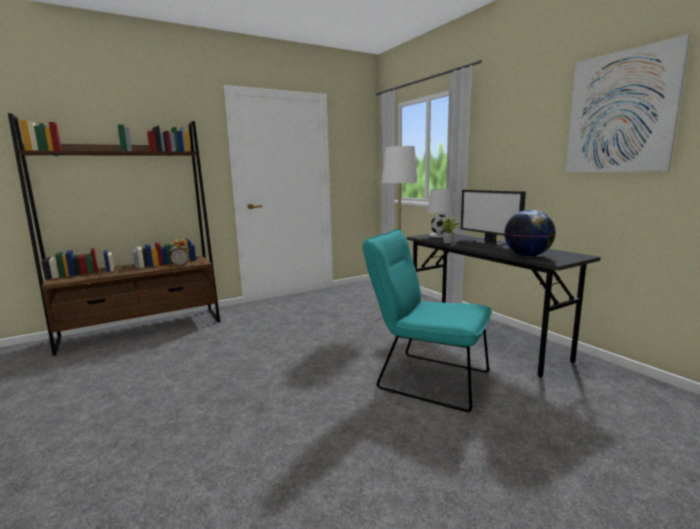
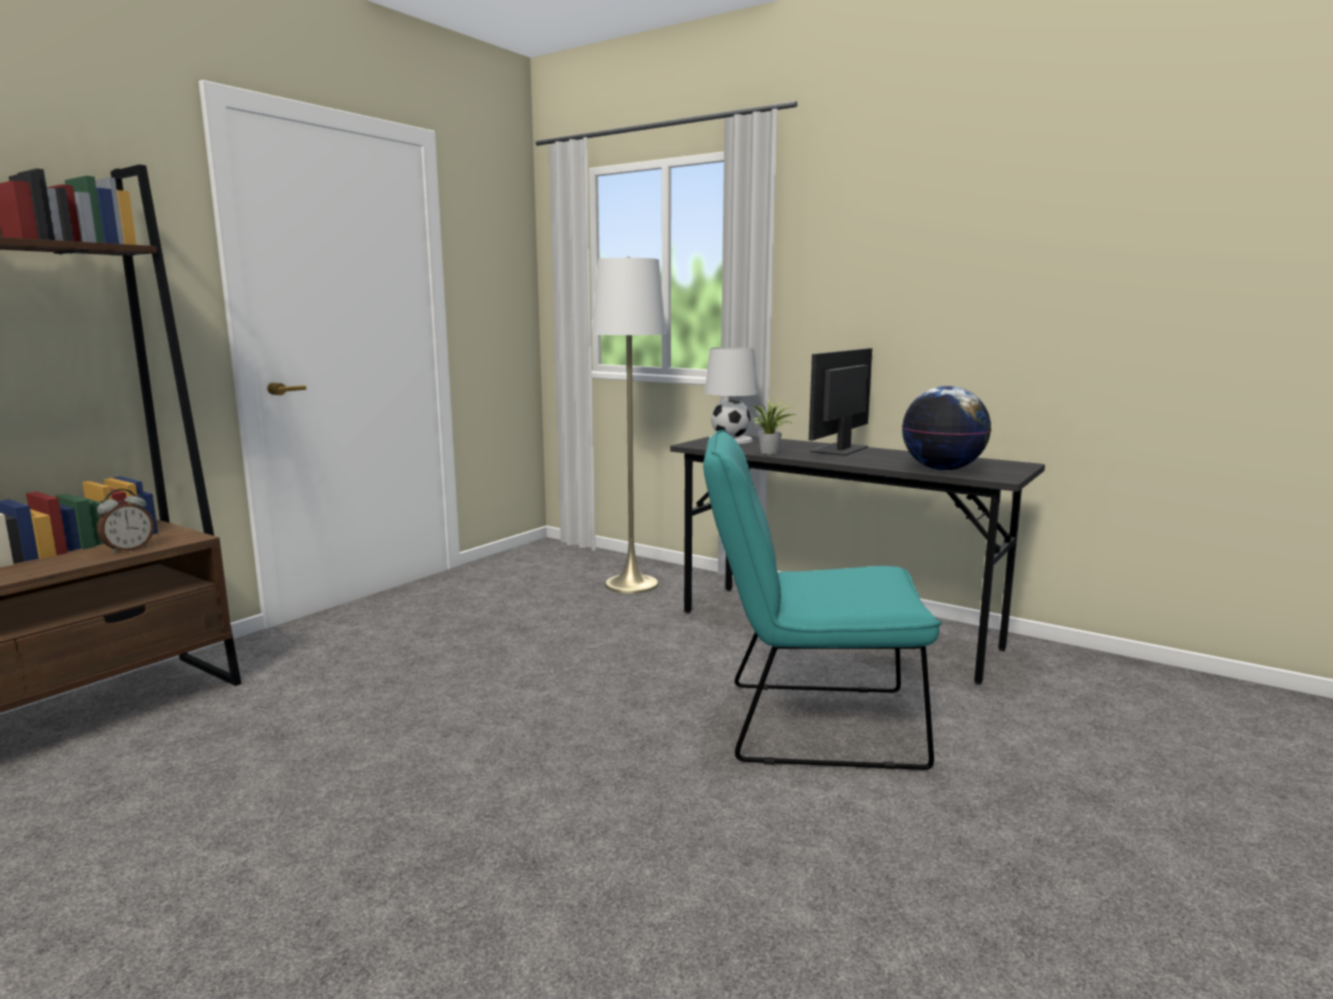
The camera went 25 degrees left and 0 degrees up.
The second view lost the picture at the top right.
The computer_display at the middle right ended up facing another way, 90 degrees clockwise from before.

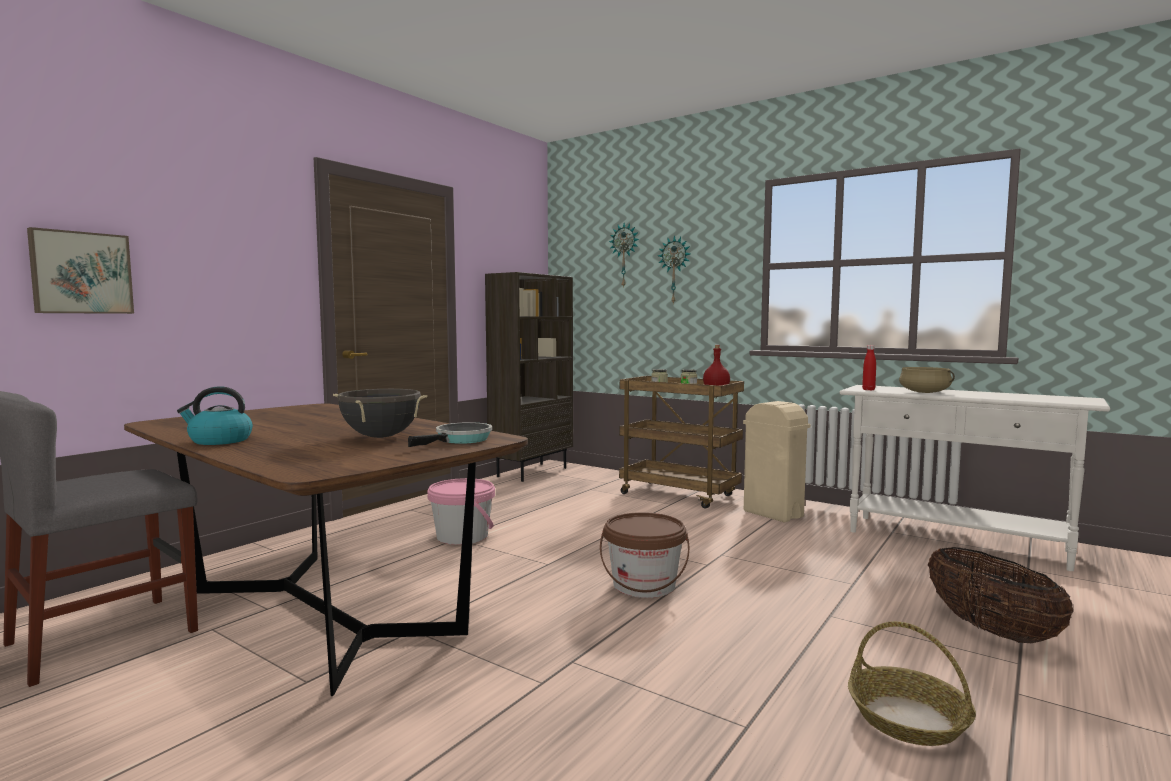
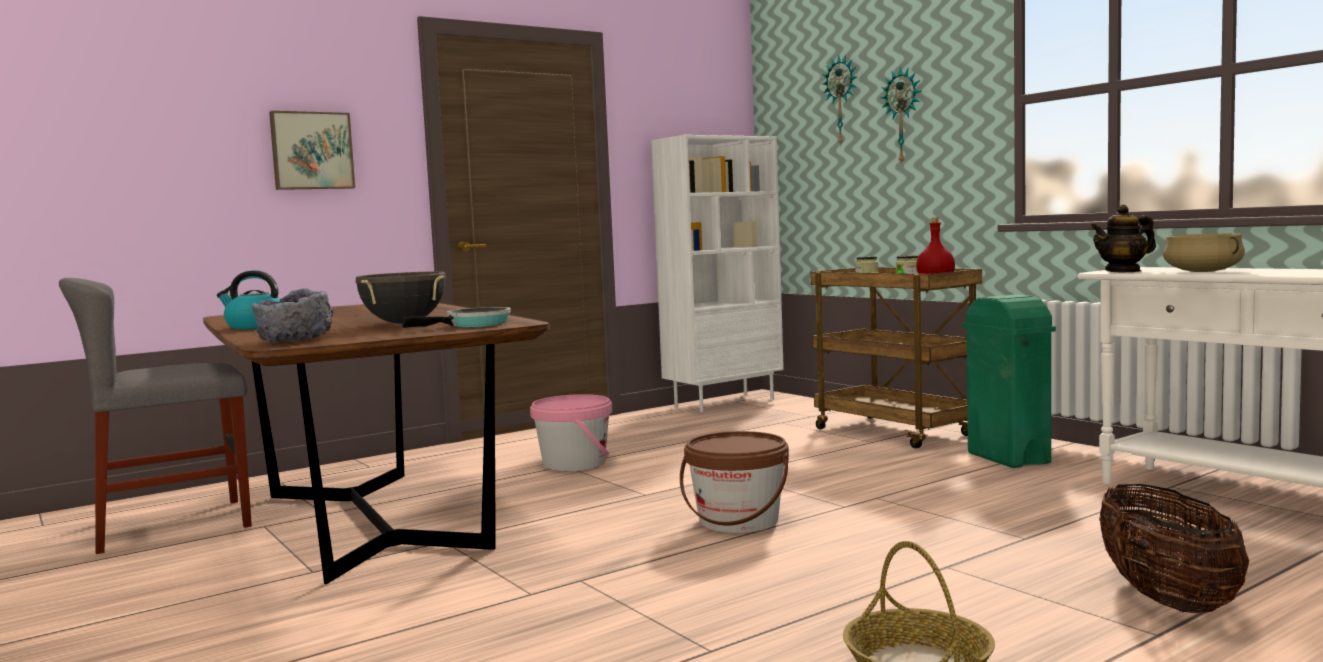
The camera went 20 degrees right and 0 degrees up.
The second view gained the greyish_serving_bowl at the middle left.
The picture ended up elsewhere, having gone from the middle left to the top left.
Where the red_drink_bottle (2nd from left) stood at the middle right, the tea_pot came to stand at the middle right.
What was the brownish_shelving_unit at the centre turned into the whitish_shelving_unit at the centre.
What was the beige_waste_bin at the centre turned into the green_waste_bin at the middle right.

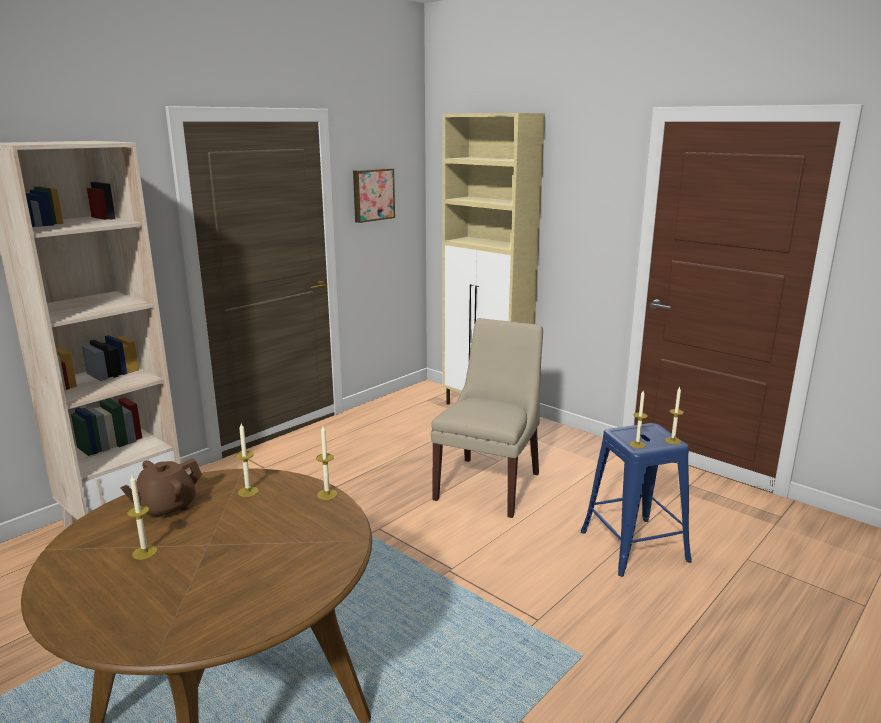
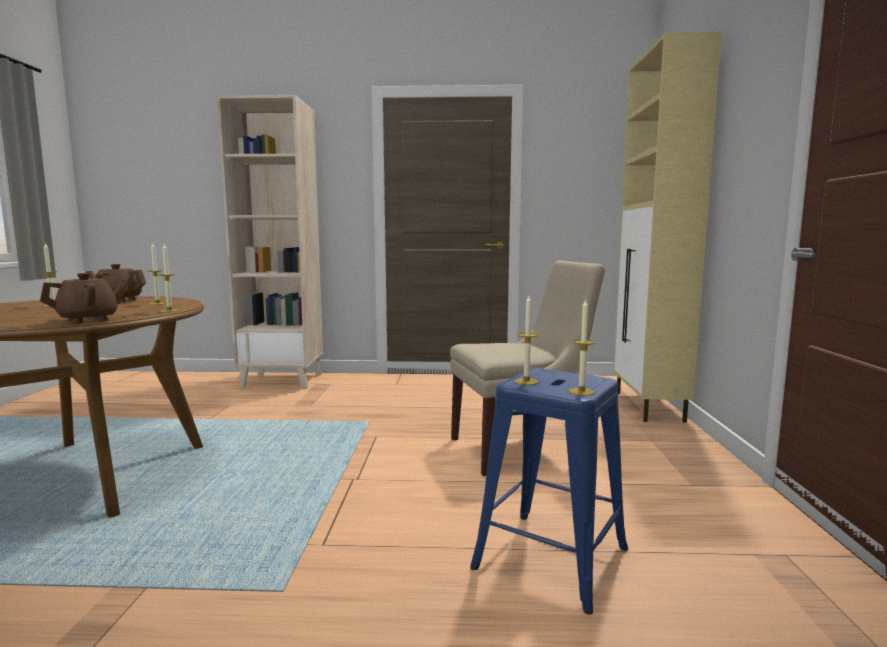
The camera went 50 degrees right and 10 degrees down.
The second view lost the picture at the top centre.
The second view gained the brownish_tea_pot (1st from left) at the middle left.

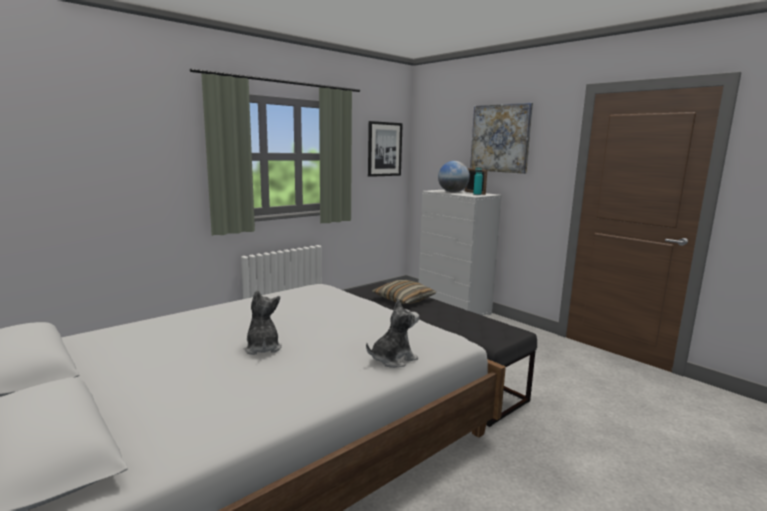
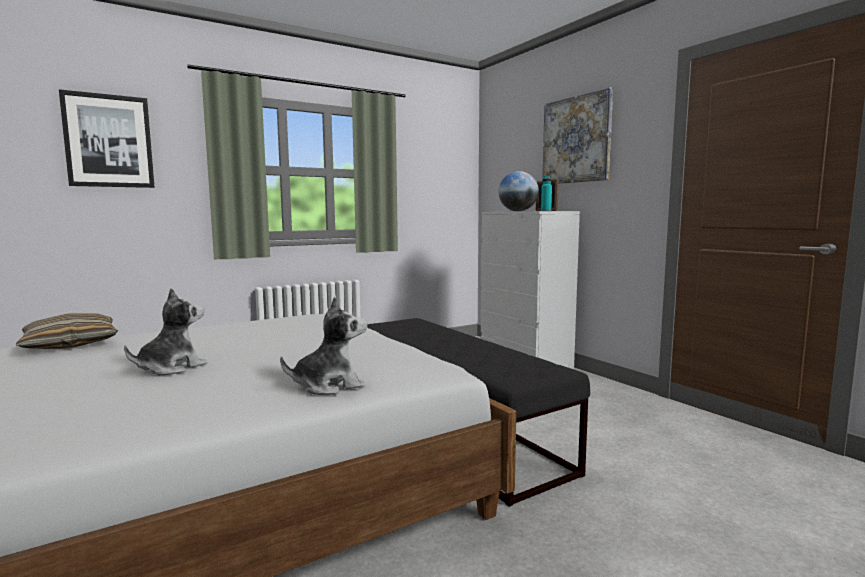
The camera went 10 degrees right and 5 degrees down.
The picture (1st from left) ended up elsewhere, having gone from the top centre to the top left.
The throw_pillow ended up elsewhere, having gone from the centre to the middle left.
The plush_toy (1st from left) at the centre ended up facing another way, 45 degrees clockwise from before.

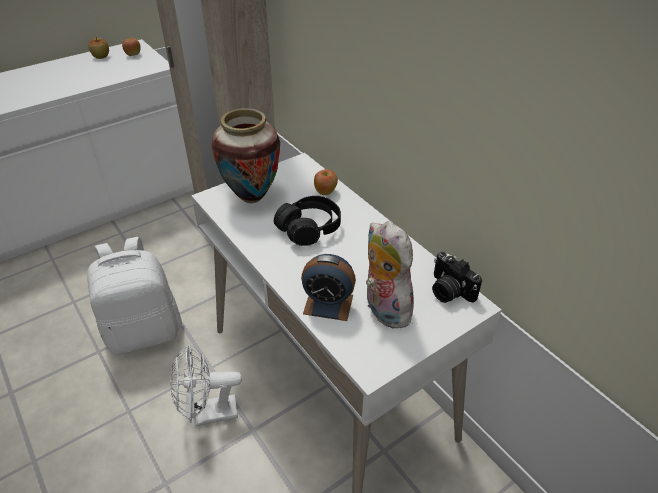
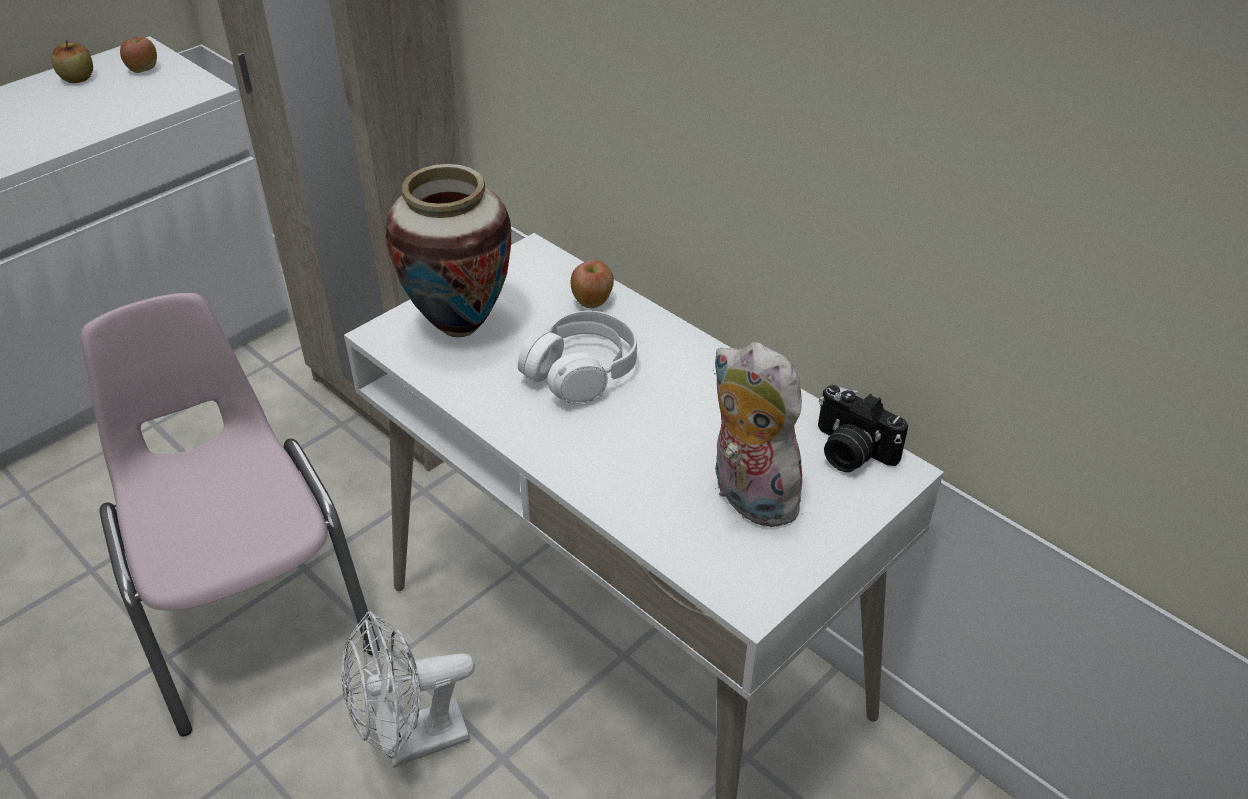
The camera went 10 degrees left and 0 degrees up.
The second view lost the bedside_clock at the centre.
Where the whitish_backpack stood at the middle left, the pink_chair came to stand at the middle left.
What was the black_pair_of_headphones at the centre turned into the whitish_pair_of_headphones at the centre.

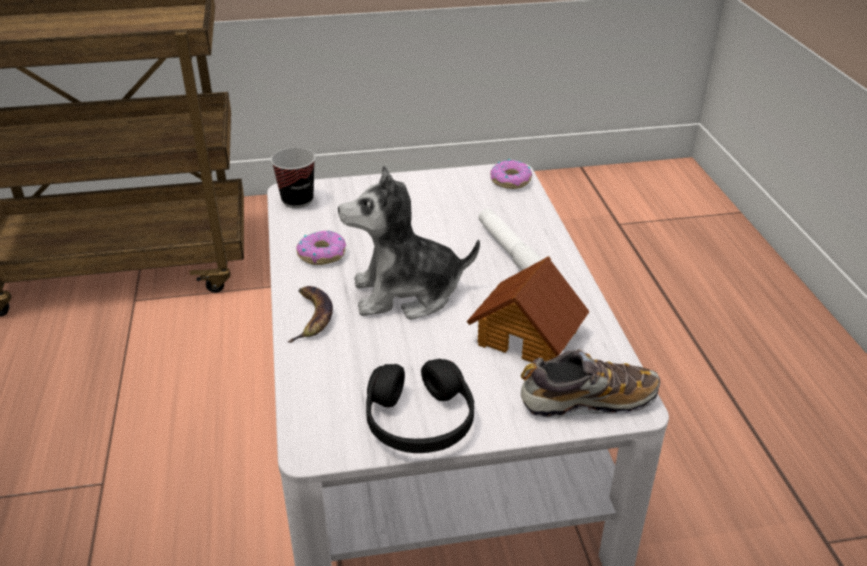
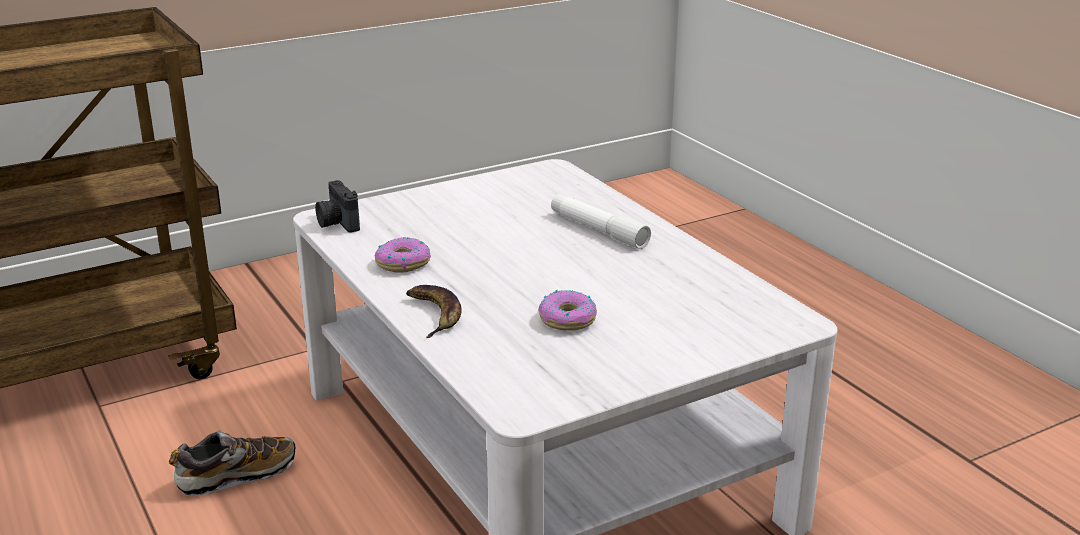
The camera went 20 degrees left and 10 degrees down.
The second view lost the plush_toy at the centre.
The second view lost the black_pair_of_headphones at the bottom centre.
The second view lost the miniature_house at the centre.
The doughnut (2nd from left) ended up elsewhere, having gone from the top centre to the centre.
The item_of_footwear ended up elsewhere, having gone from the bottom right to the bottom left.
Where the small_cup stood at the top centre, the photo_camera came to stand at the middle left.

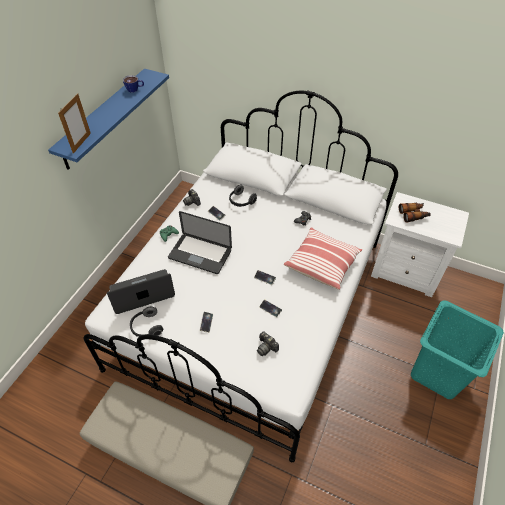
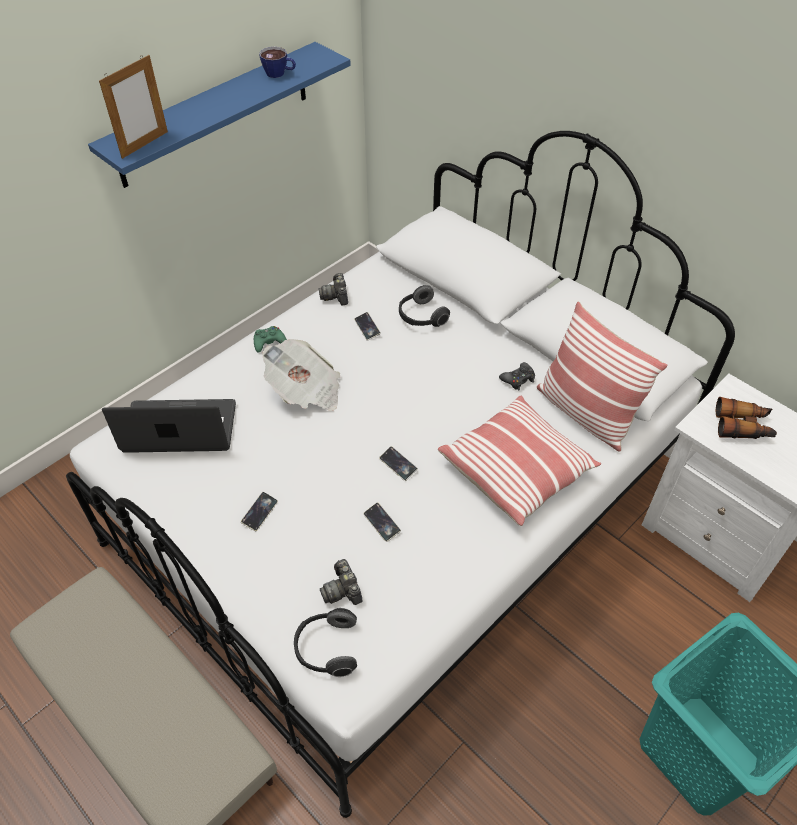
The camera went 20 degrees right and 0 degrees up.
The second view gained the throw_pillow (2nd from left) at the middle right.
The pair_of_headphones (1st from left) ended up elsewhere, having gone from the middle left to the bottom centre.
Where the notebook_computer (2nd from left) stood at the centre, the daily_paper came to stand at the centre.

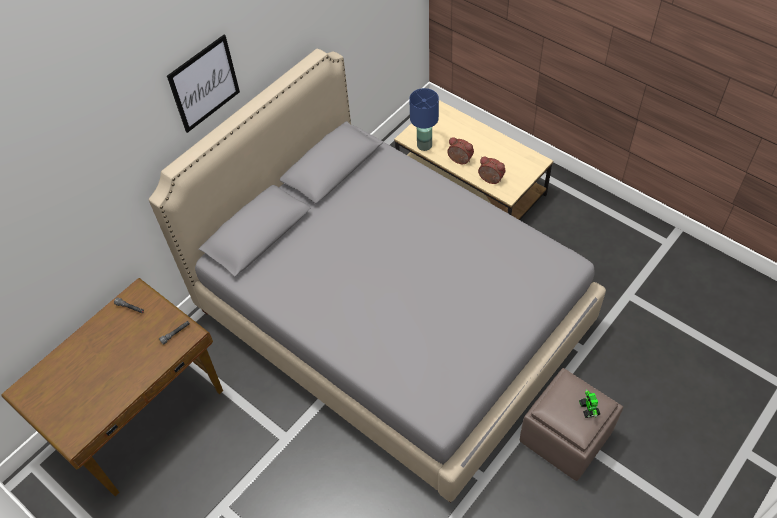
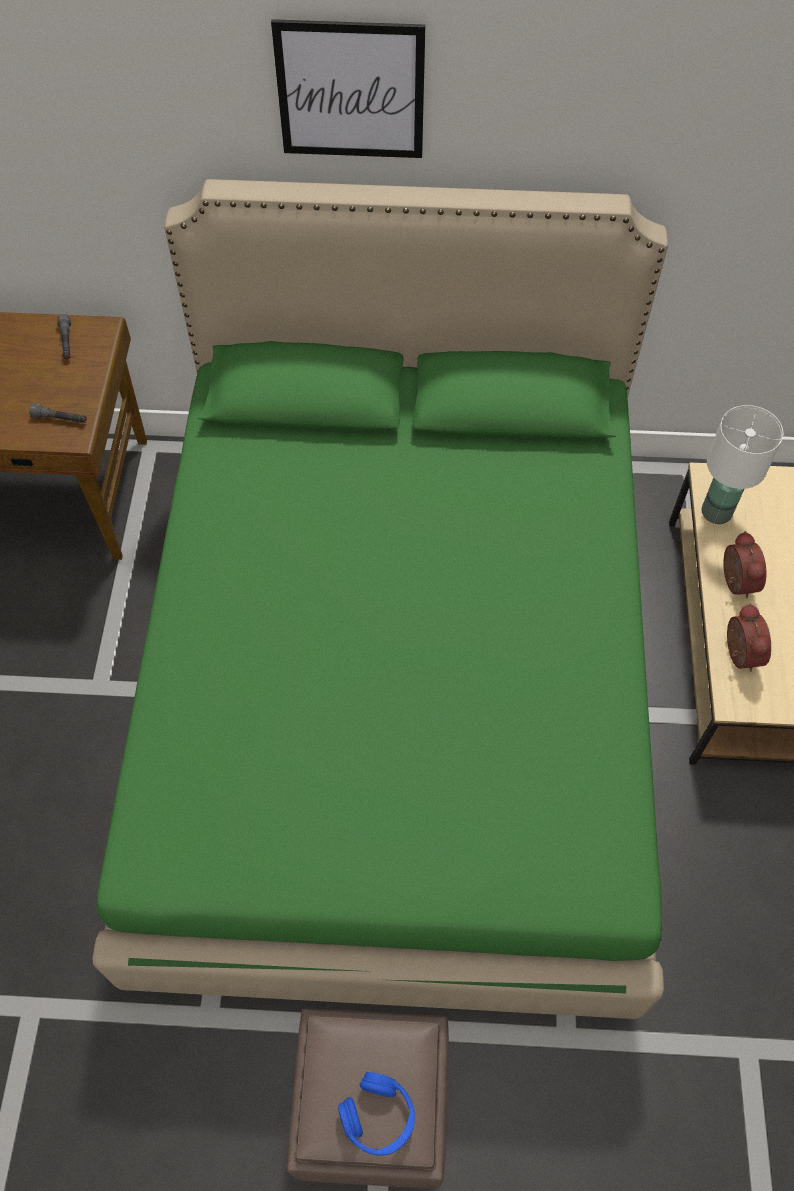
The camera went 50 degrees right and 5 degrees up.
Where the model_robot stood at the bottom right, the bluish_pair_of_headphones came to stand at the bottom centre.
What was the greyish_sleeping_bed at the centre turned into the green_sleeping_bed at the centre.
What was the bluish_table_lamp at the top centre turned into the whitish_table_lamp at the middle right.

